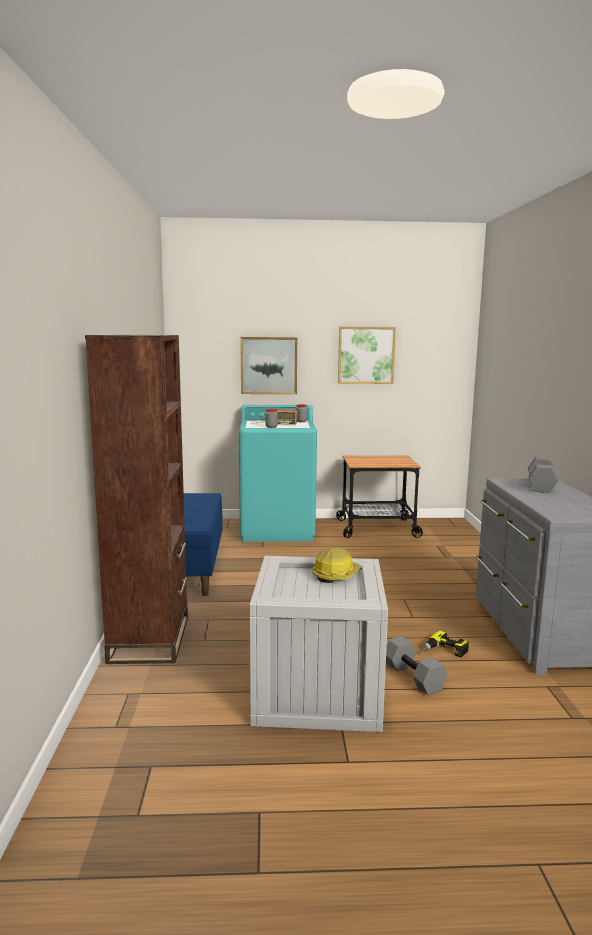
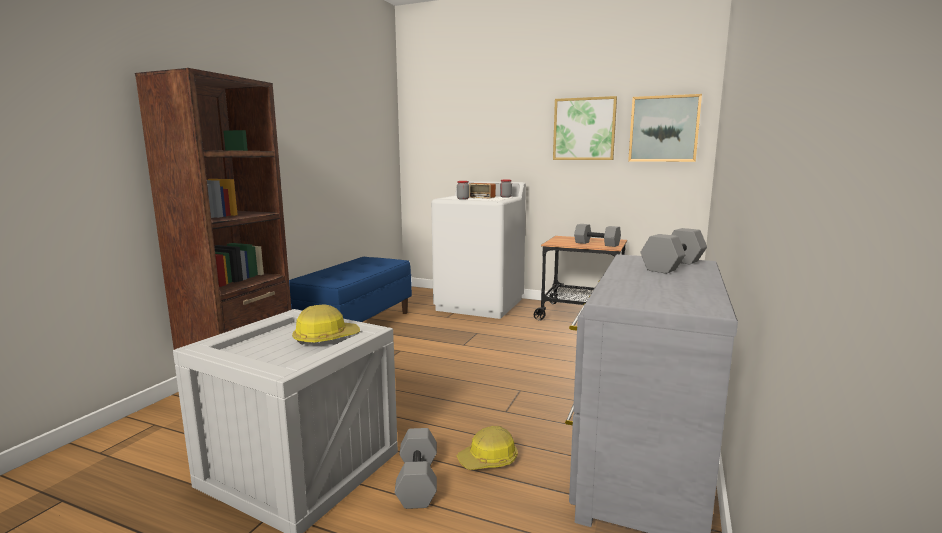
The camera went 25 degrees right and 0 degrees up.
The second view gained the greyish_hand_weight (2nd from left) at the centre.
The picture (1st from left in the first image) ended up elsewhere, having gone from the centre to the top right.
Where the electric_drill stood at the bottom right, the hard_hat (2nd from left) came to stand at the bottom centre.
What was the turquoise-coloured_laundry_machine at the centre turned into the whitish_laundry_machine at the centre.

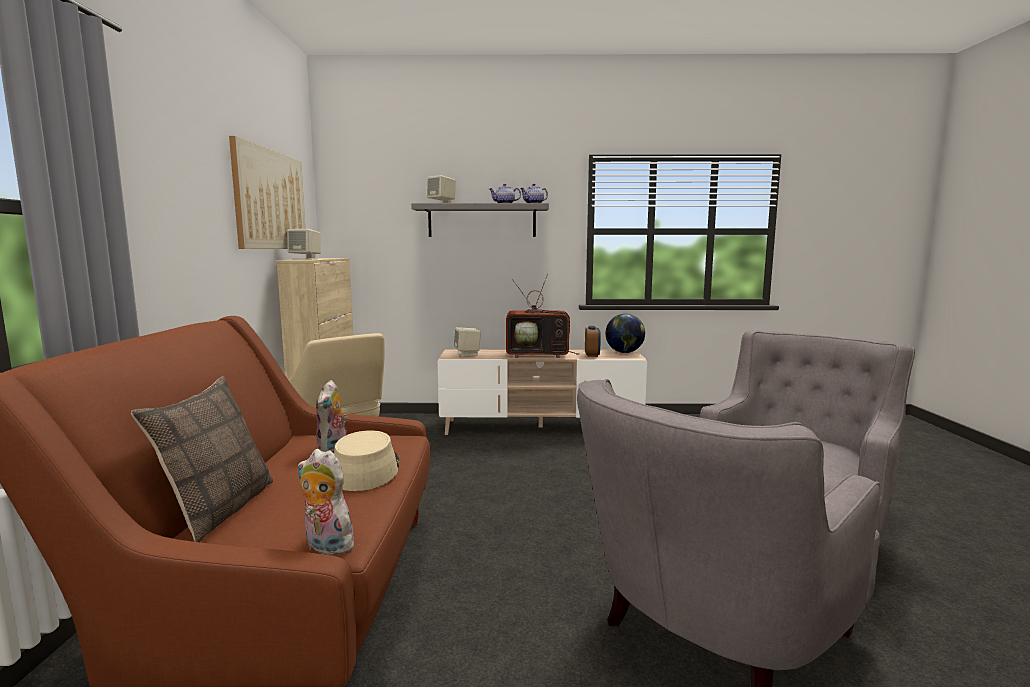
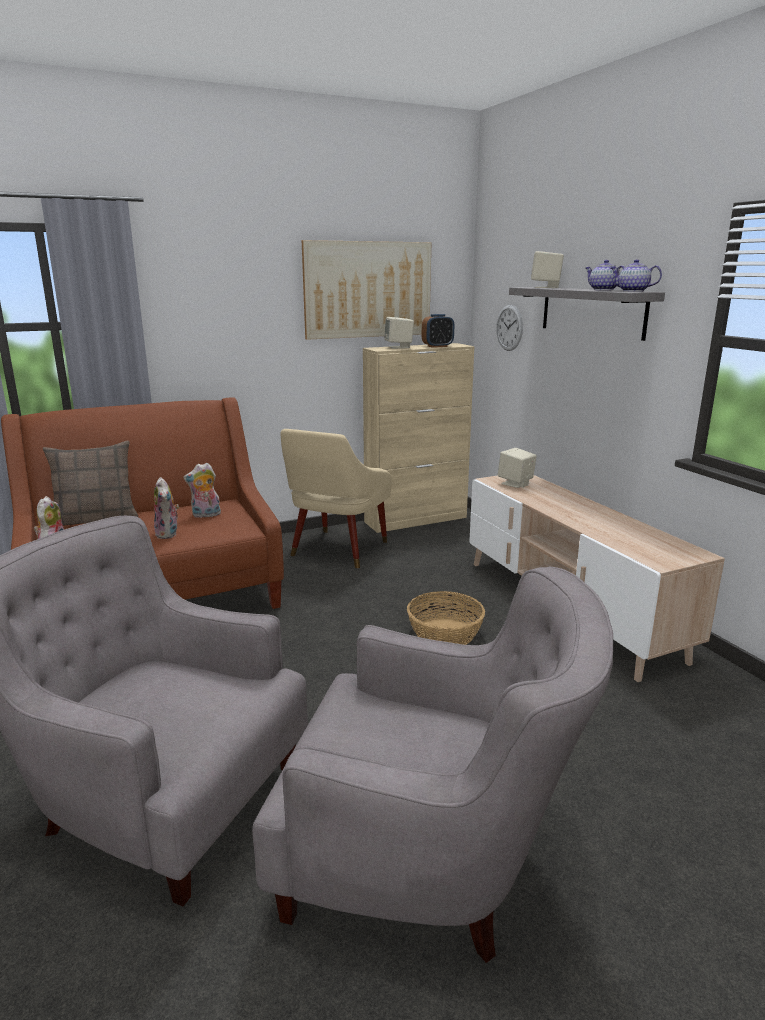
The camera went 65 degrees right and 10 degrees up.
The second view lost the TV_set at the centre.
The second view lost the desk_globe at the centre.
The second view gained the household_basket at the centre.
The second view gained the clock_on_the_wall at the top centre.
The bedside_clock ended up elsewhere, having gone from the centre to the top centre.
Where the beige_hat stood at the bottom centre, the plush_toy (2nd from left) came to stand at the middle left.

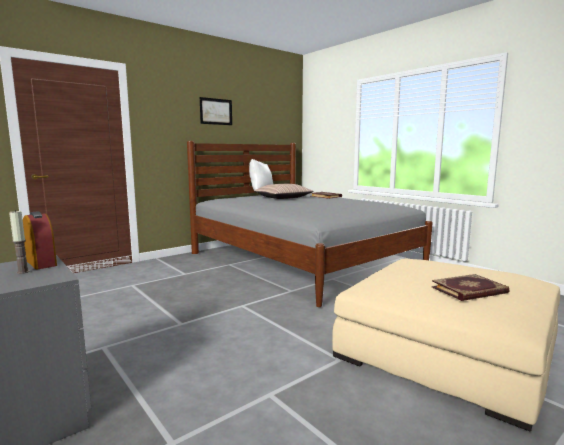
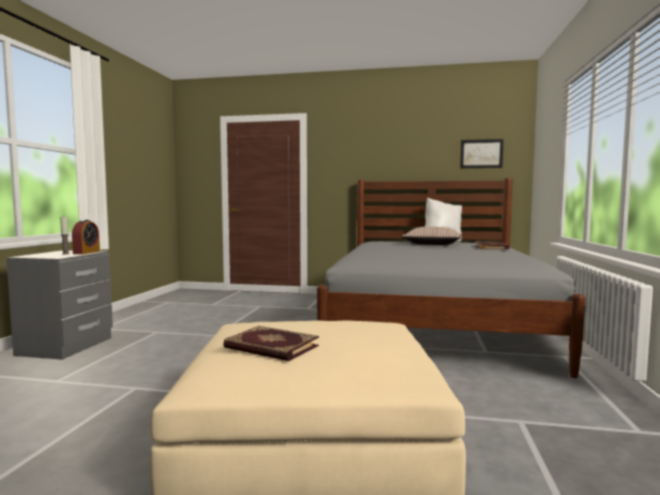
The camera went 50 degrees right and 5 degrees down.
The picture ended up elsewhere, having gone from the top centre to the top right.

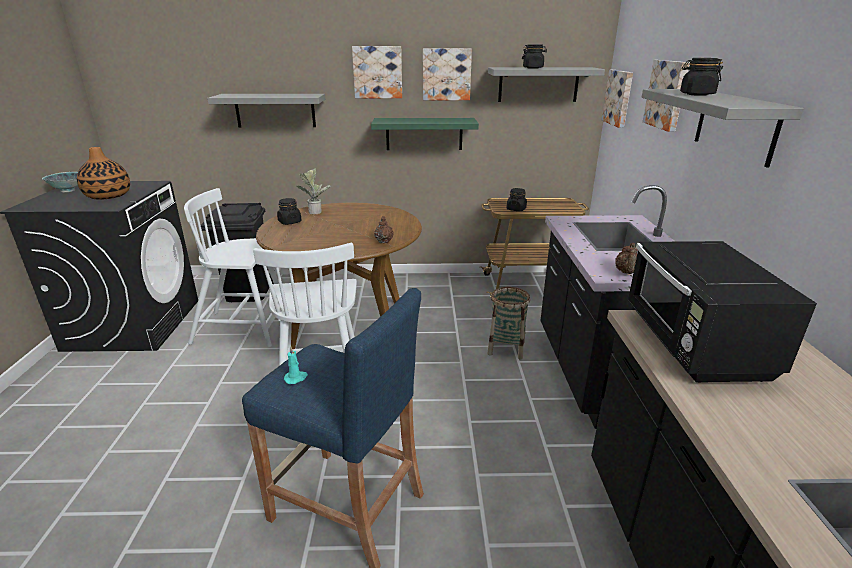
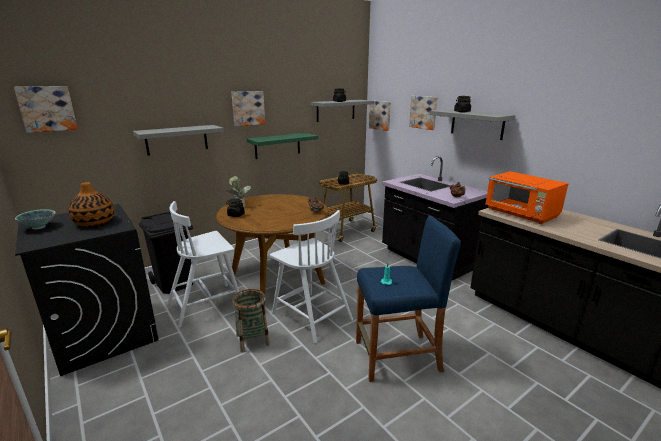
The camera went 35 degrees left and 5 degrees down.
The picture (2nd from left in the first image) ended up elsewhere, having gone from the top centre to the top left.
The household_basket ended up elsewhere, having gone from the centre to the bottom centre.
What was the black_microwave at the middle right turned into the orangey_microwave at the middle right.

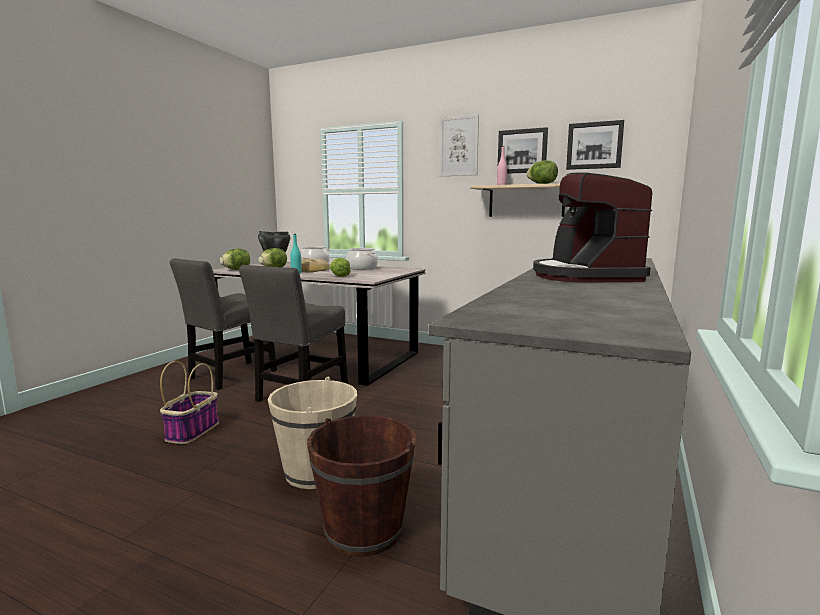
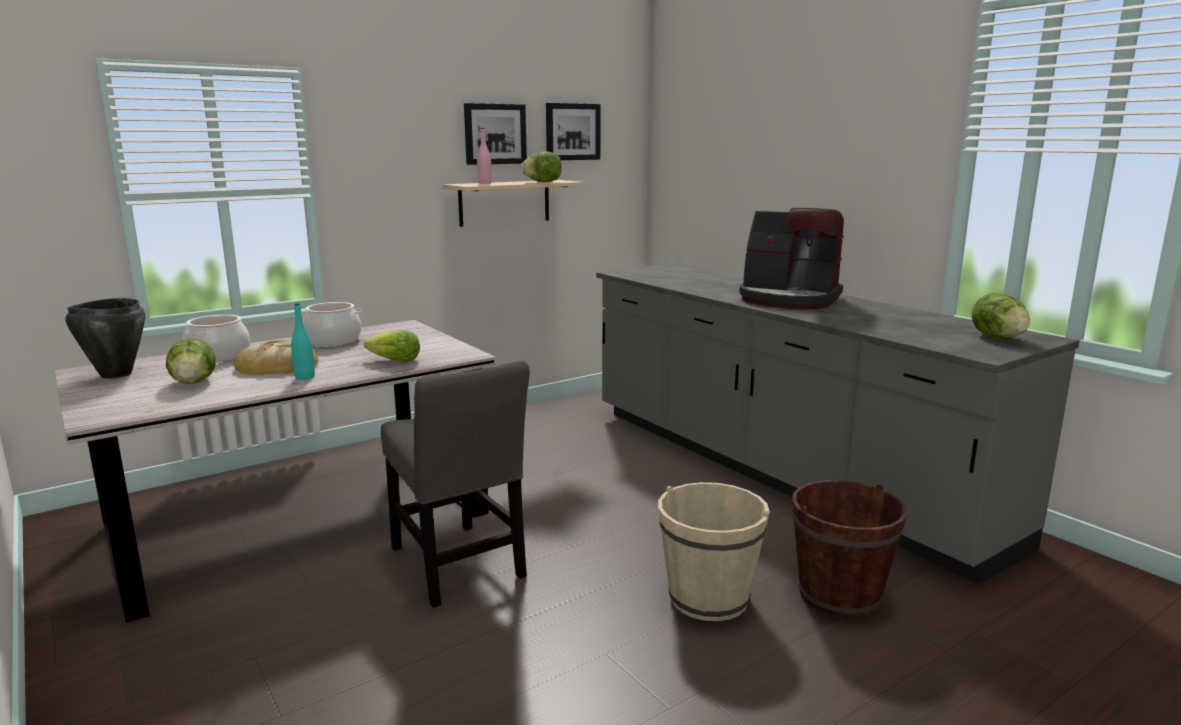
The camera went 60 degrees left and 5 degrees up.
The second view lost the household_basket at the middle left.
The second view lost the greyish_chair (1st from left) at the middle left.
The second view lost the picture (1st from left) at the top centre.
The lettuce_head (1st from left in the first image) ended up elsewhere, having gone from the middle left to the middle right.

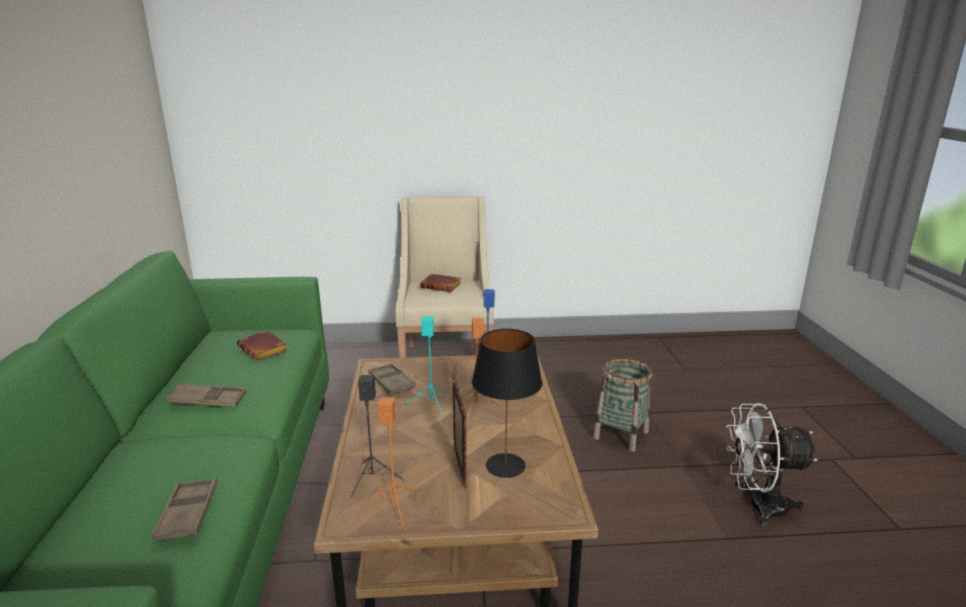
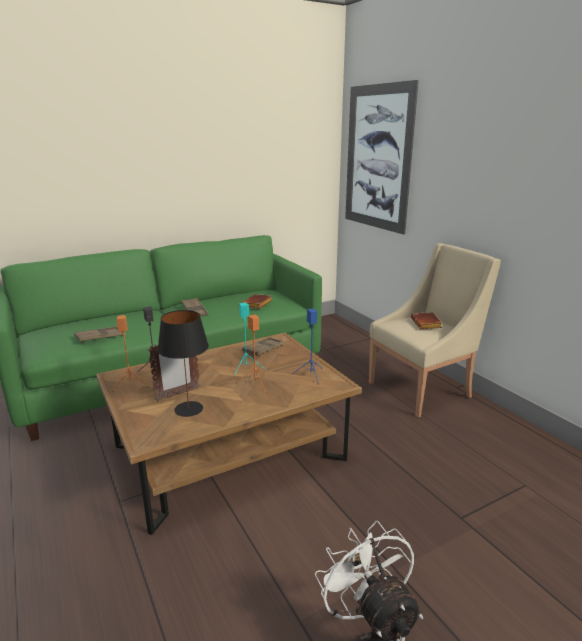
The camera went 65 degrees right and 0 degrees up.
The second view lost the household_basket at the centre.
The second view gained the picture at the top centre.

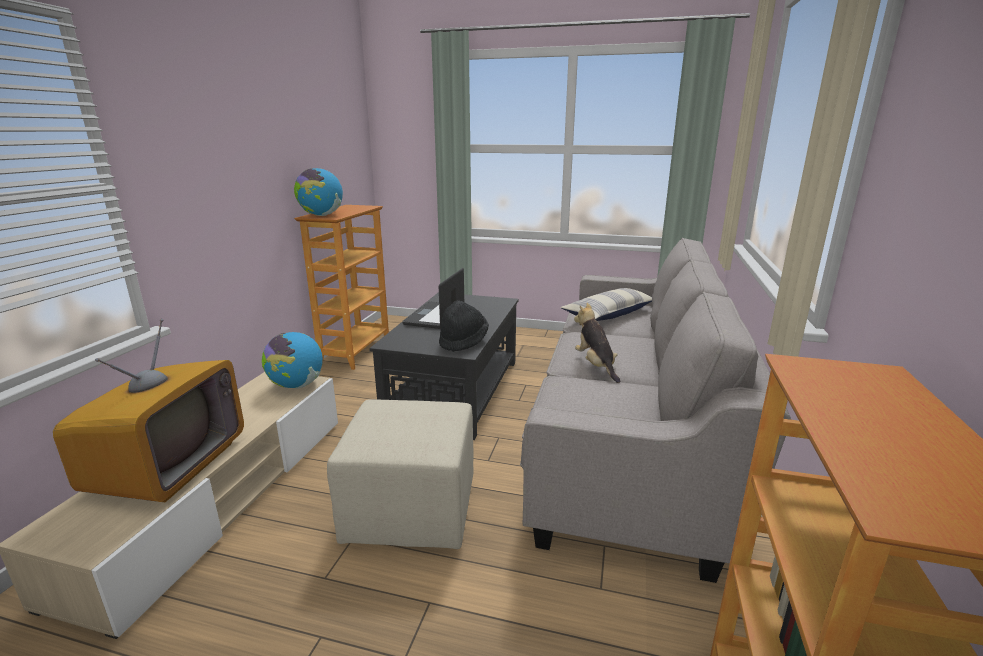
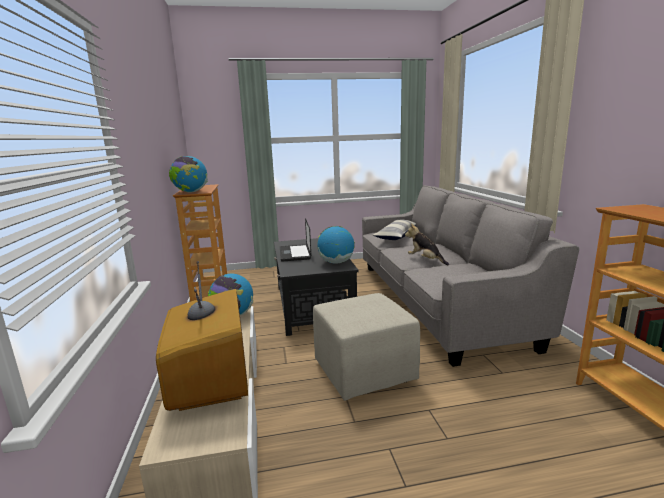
The camera went 25 degrees left and 5 degrees down.
Where the black_hat stood at the centre, the desk_globe (3rd from left) came to stand at the centre.

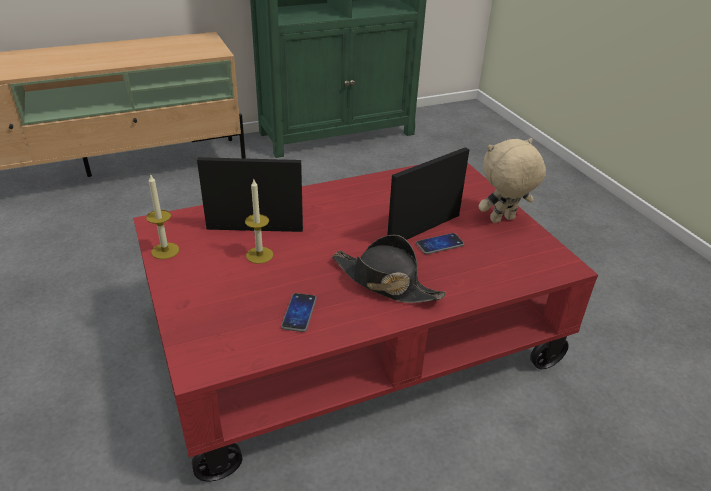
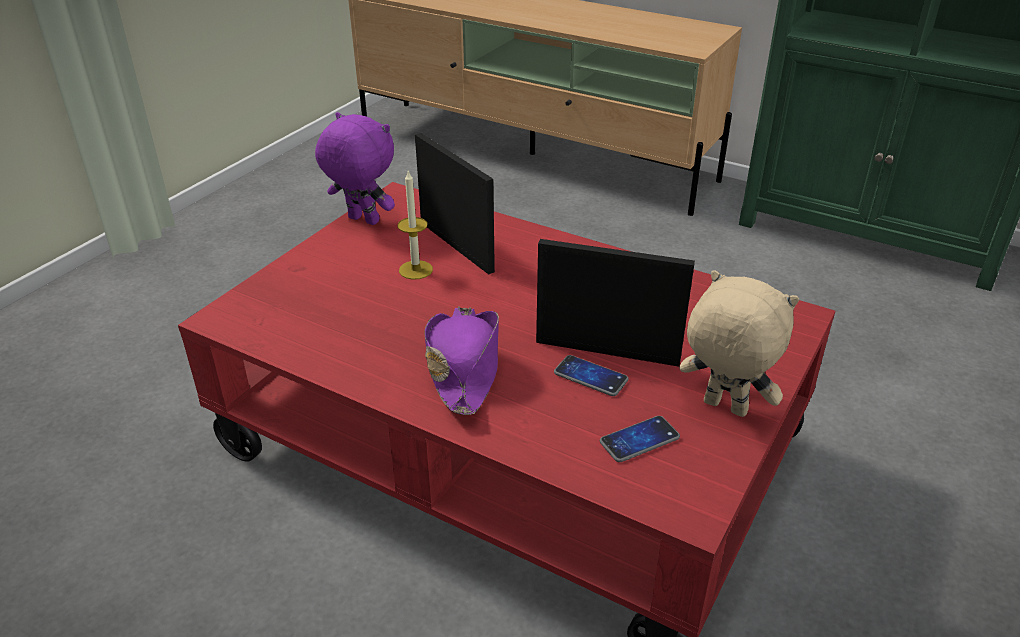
The camera went 55 degrees right and 0 degrees up.
The telephone (1st from left in the first image) ended up elsewhere, having gone from the centre to the bottom centre.
Where the candle (1st from left) stood at the middle left, the purple_plush_toy came to stand at the top centre.
What was the black_hat at the centre turned into the purple_hat at the centre.

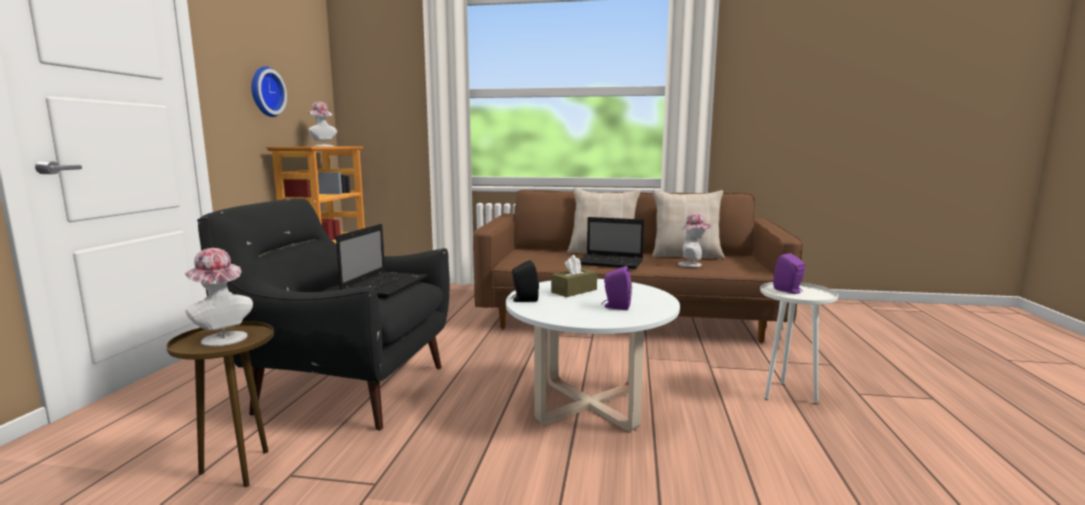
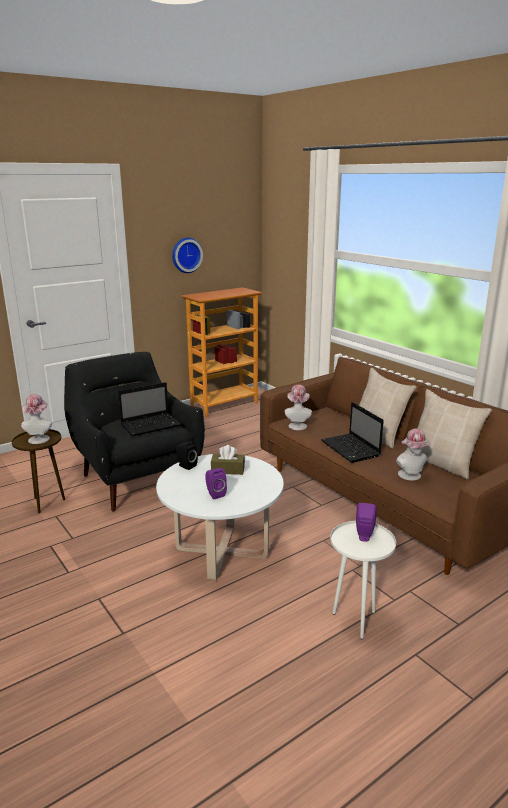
The camera went 45 degrees right and 10 degrees up.
The hat (2nd from left) ended up elsewhere, having gone from the top left to the centre.

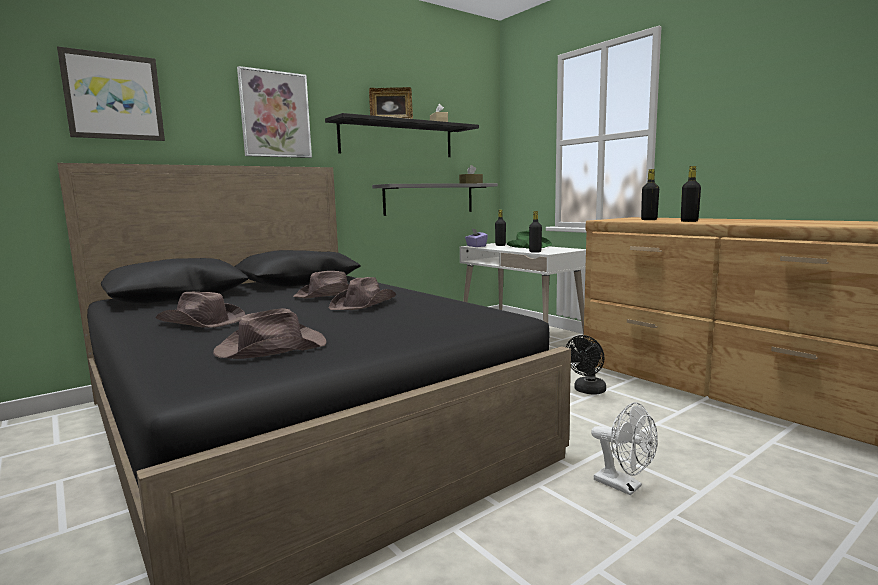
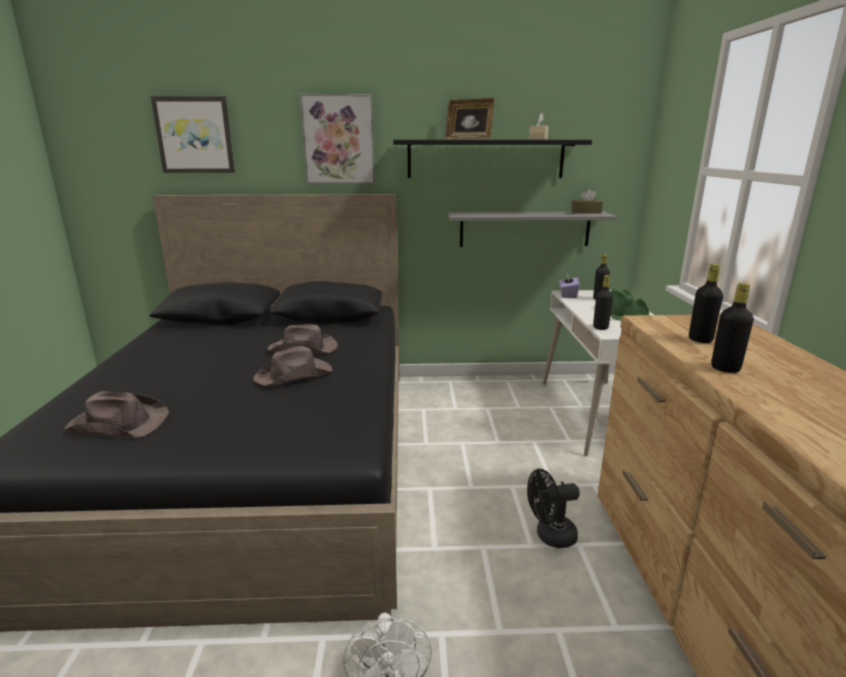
The camera went 35 degrees right and 10 degrees up.
The second view lost the brownish_hat (1st from left) at the middle left.

